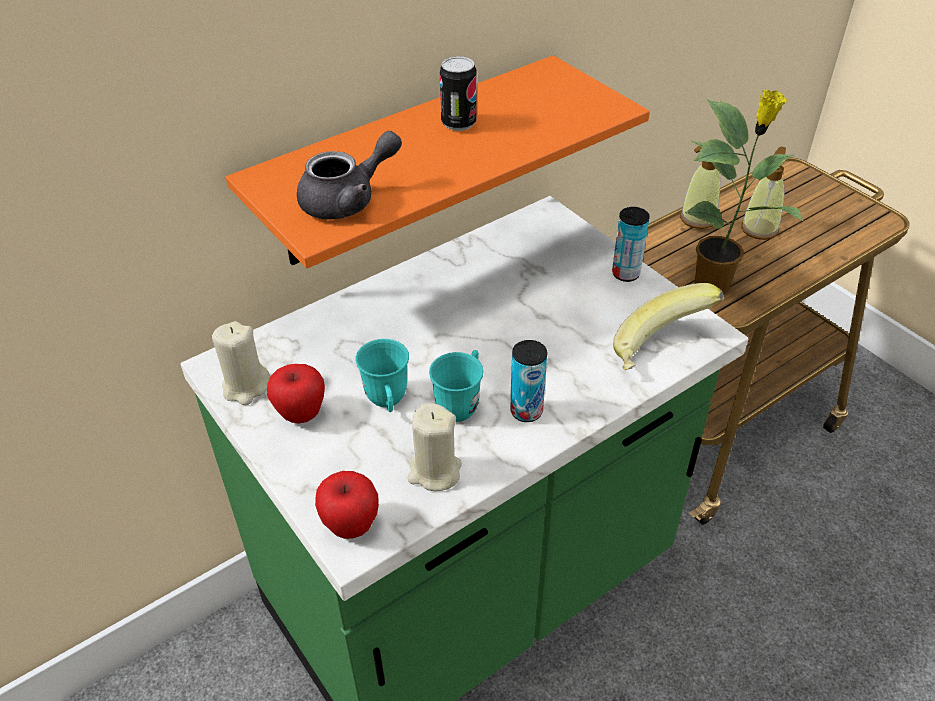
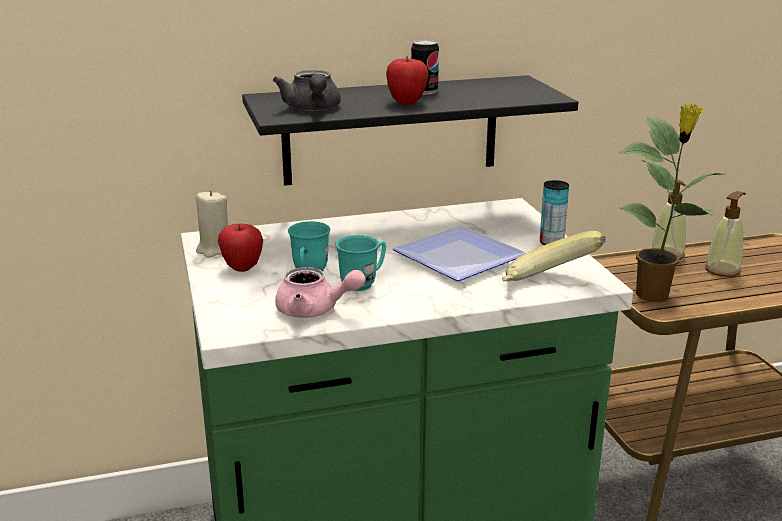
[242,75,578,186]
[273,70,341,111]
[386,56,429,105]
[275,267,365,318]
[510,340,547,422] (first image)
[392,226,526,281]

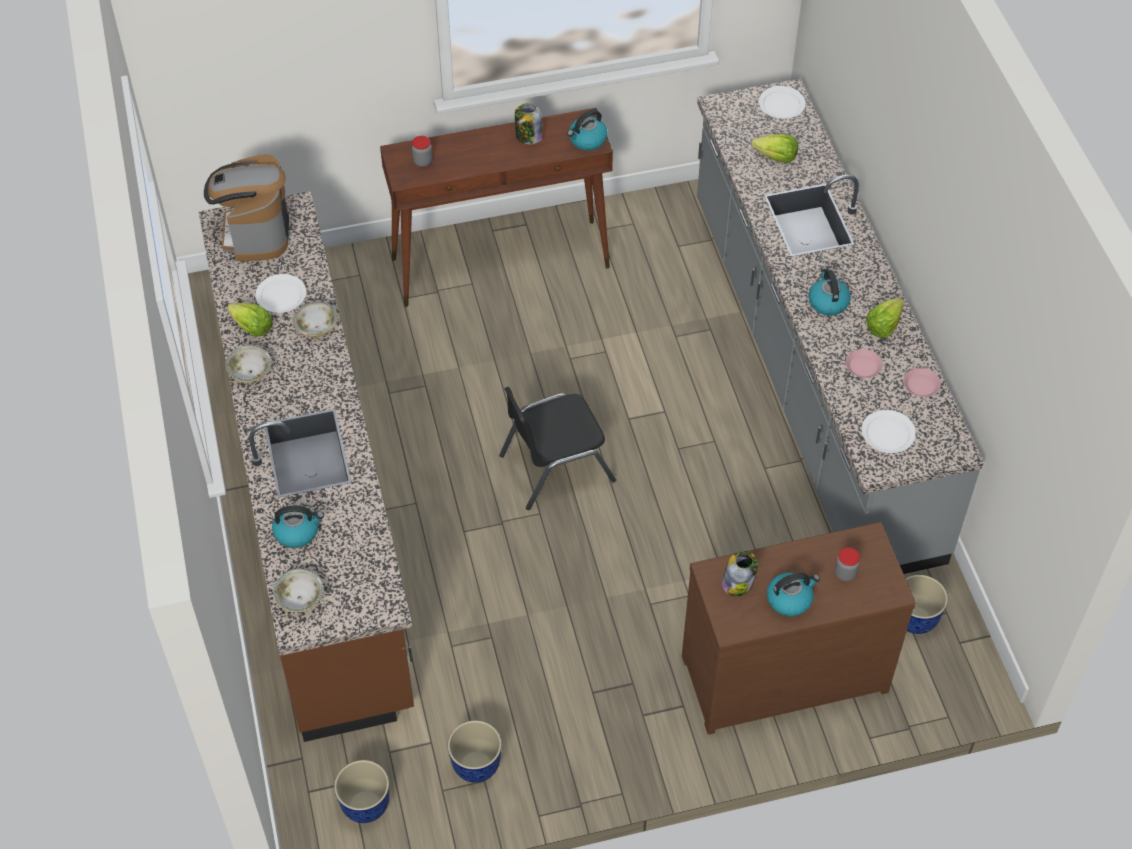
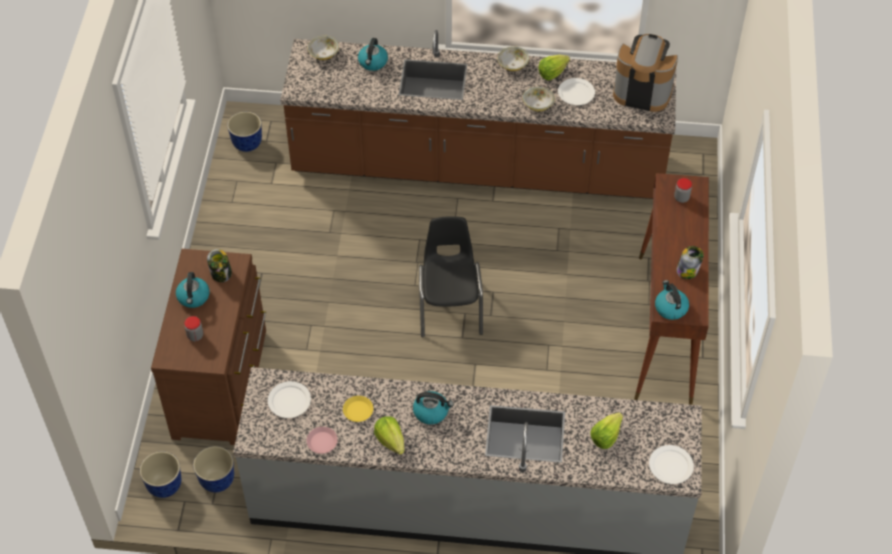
[140,452,181,498]
[343,396,373,422]

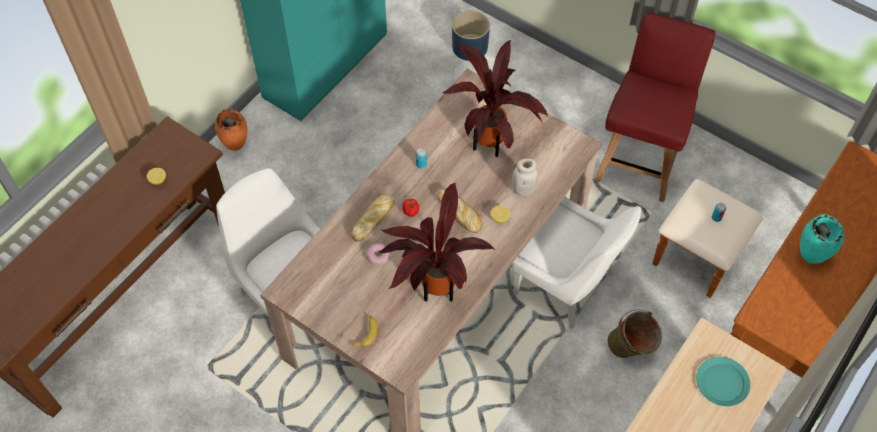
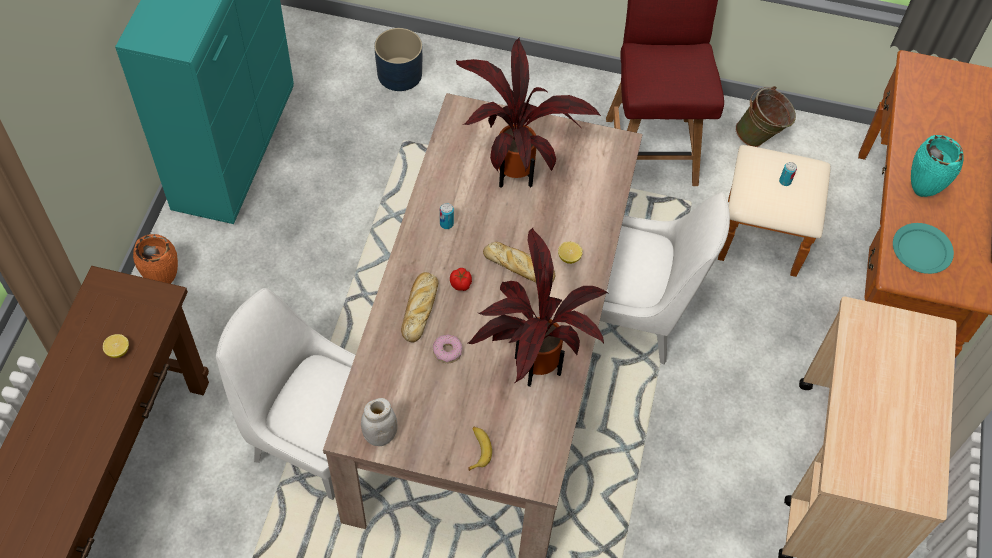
[361,398,398,446]
[735,86,796,147]
[893,223,954,274]

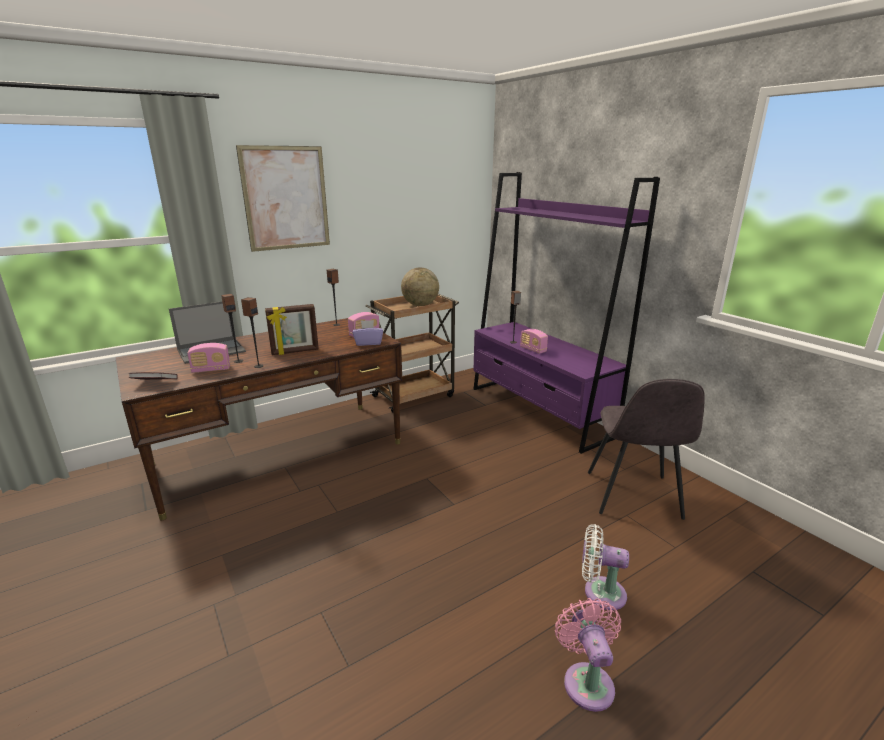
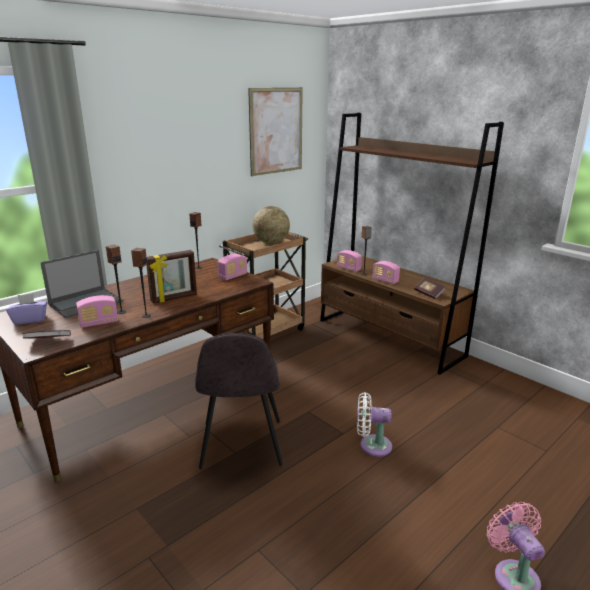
[248,88,303,176]
[6,294,47,325]
[320,113,504,375]
[357,392,392,457]
[195,333,283,469]
[337,250,362,272]
[414,278,445,299]

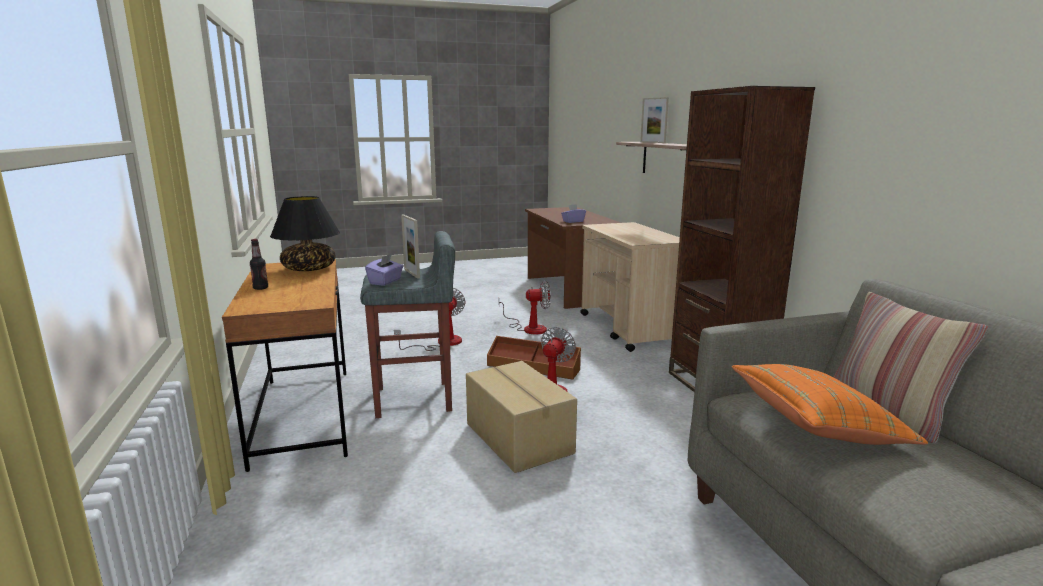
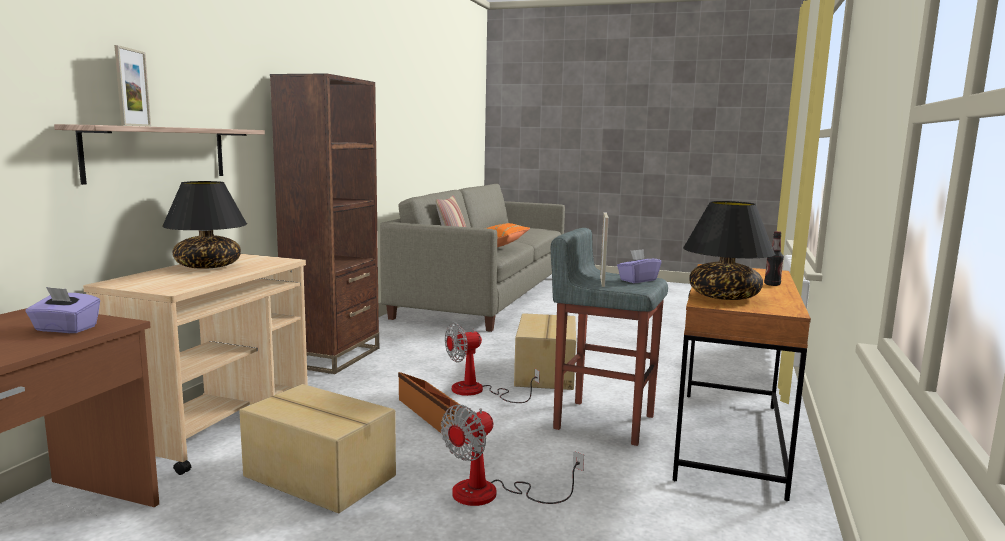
[239,384,396,513]
[162,181,247,269]

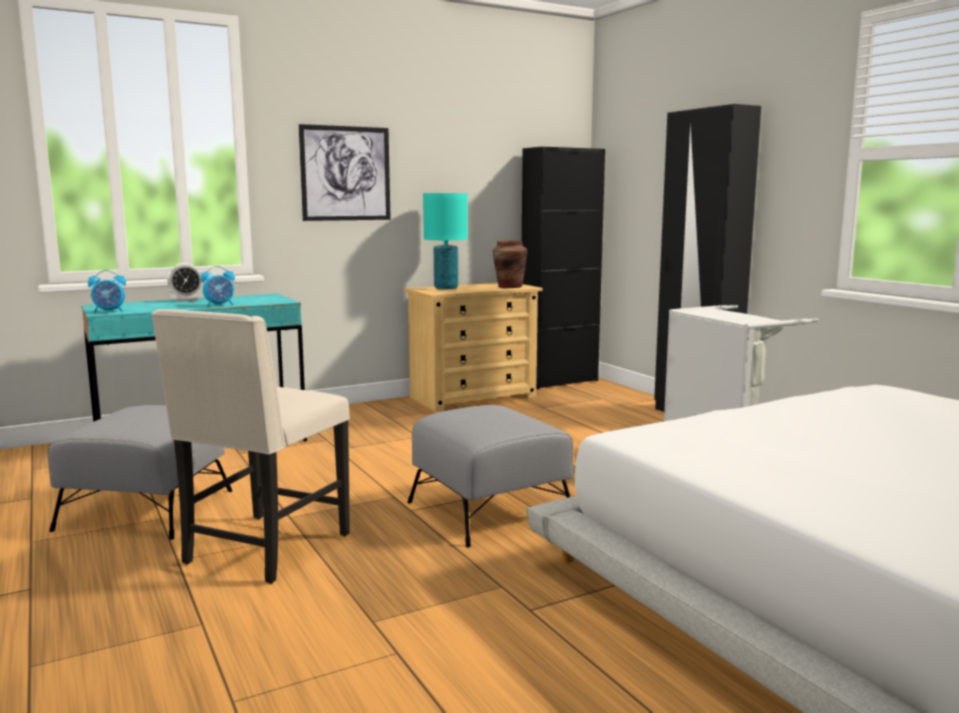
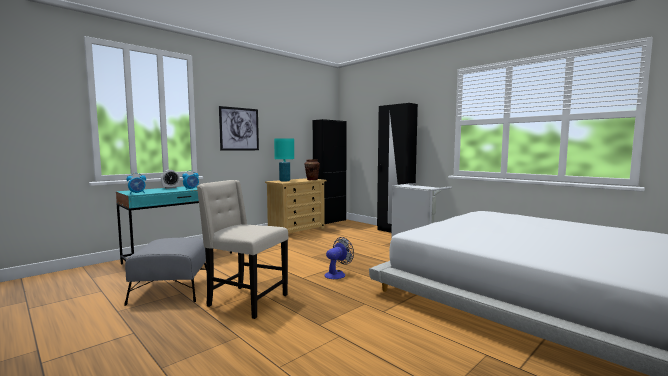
[197,180,289,319]
[324,237,354,279]

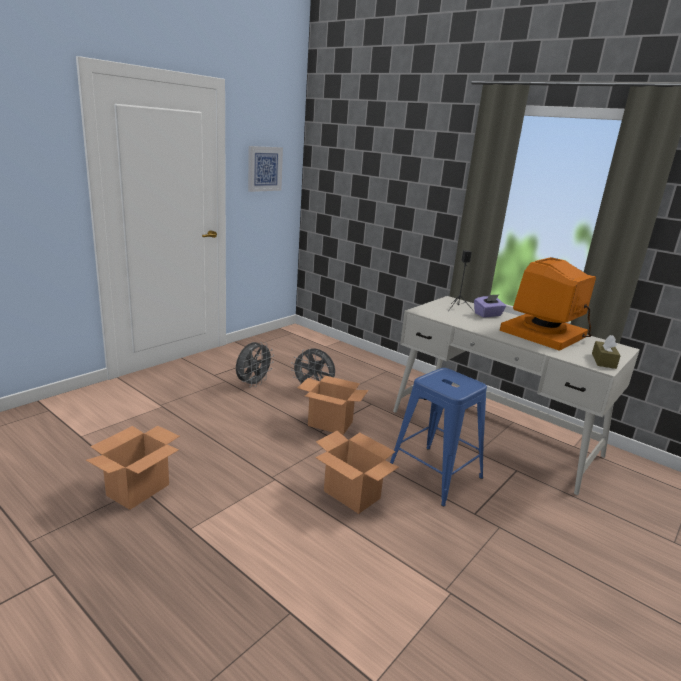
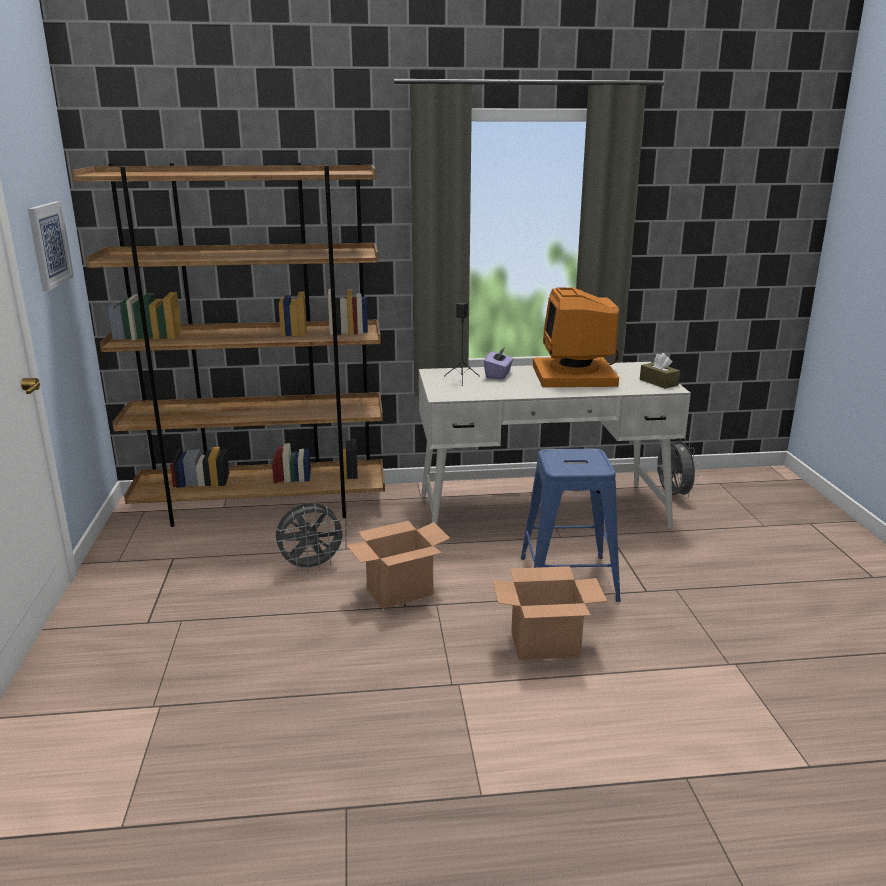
[86,426,180,510] (first image)
[657,438,700,499]
[72,162,385,527]

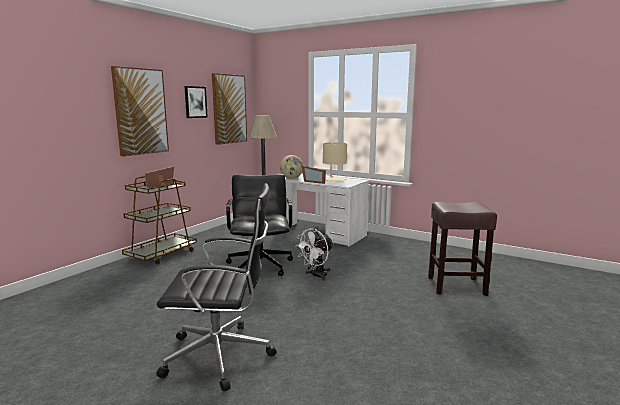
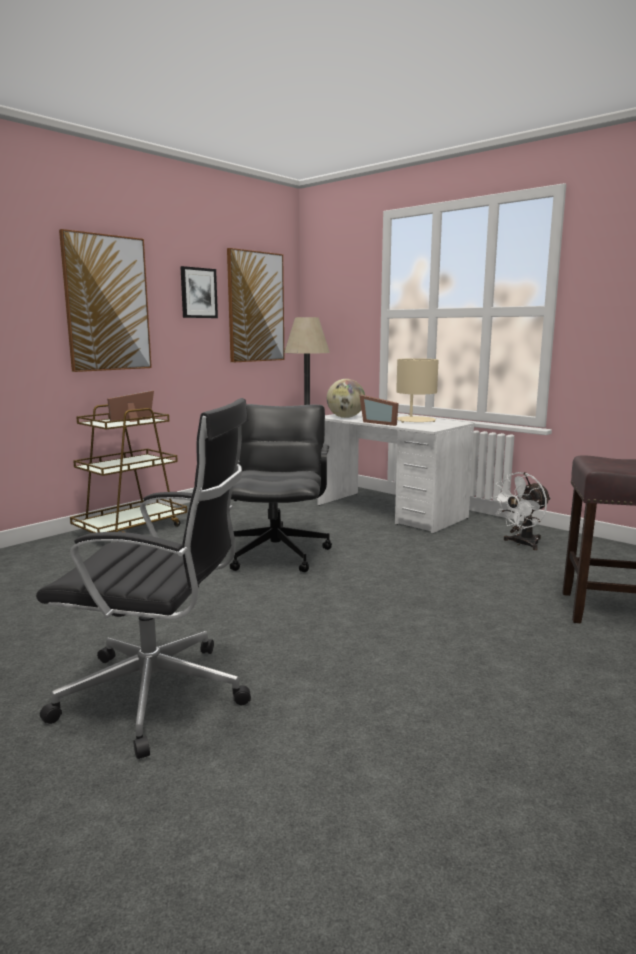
[492,472,551,550]

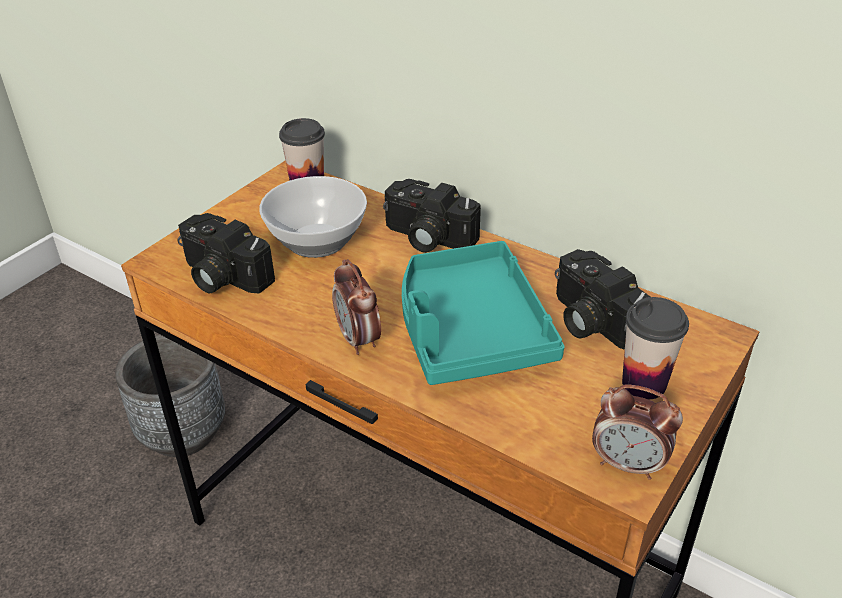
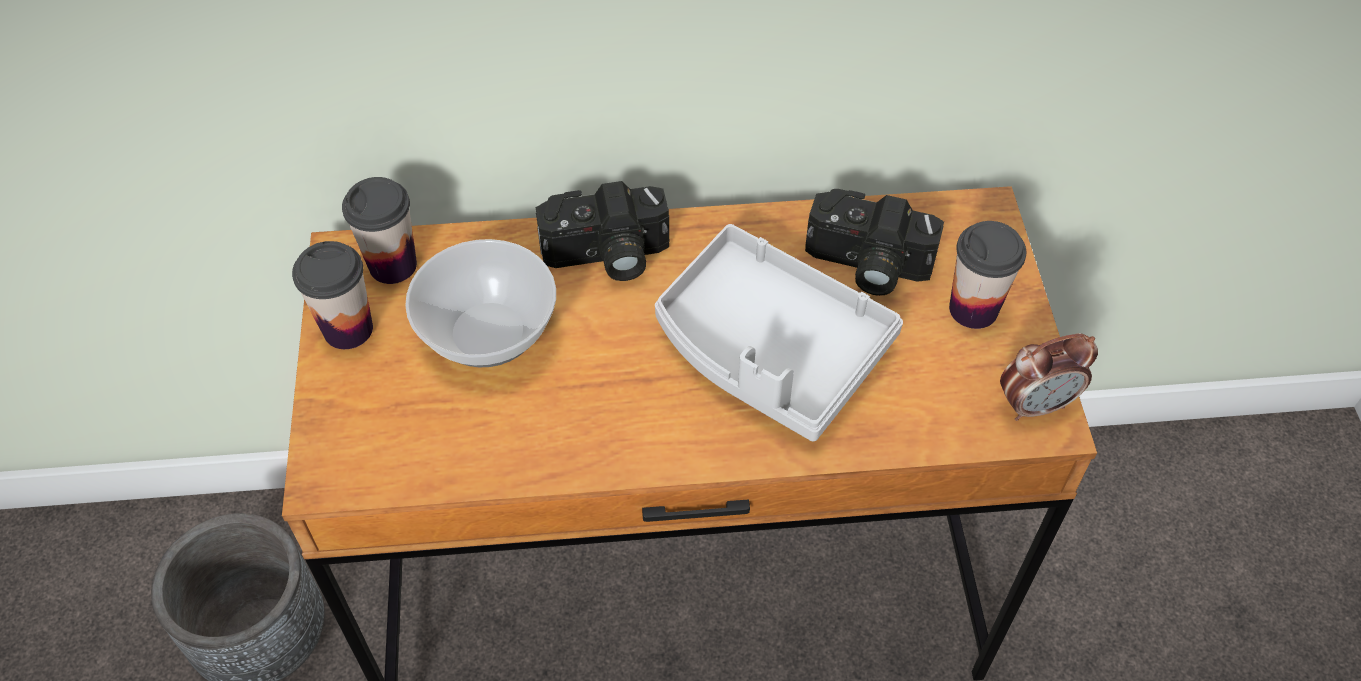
[178,213,275,294] (first image)
[332,259,381,355] (first image)
[655,224,903,441]
[292,241,373,349]

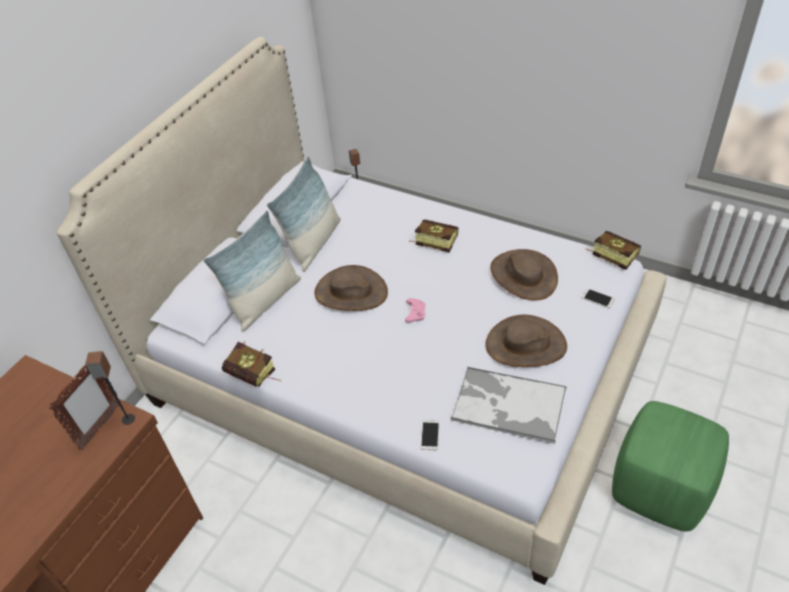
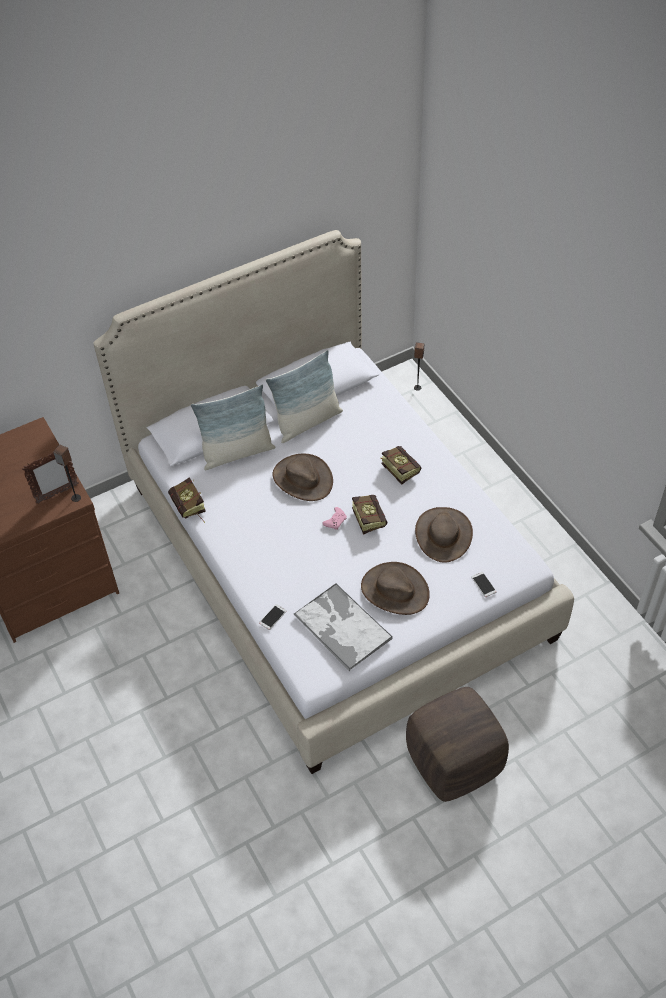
[352,495,388,535]
[406,687,509,802]

